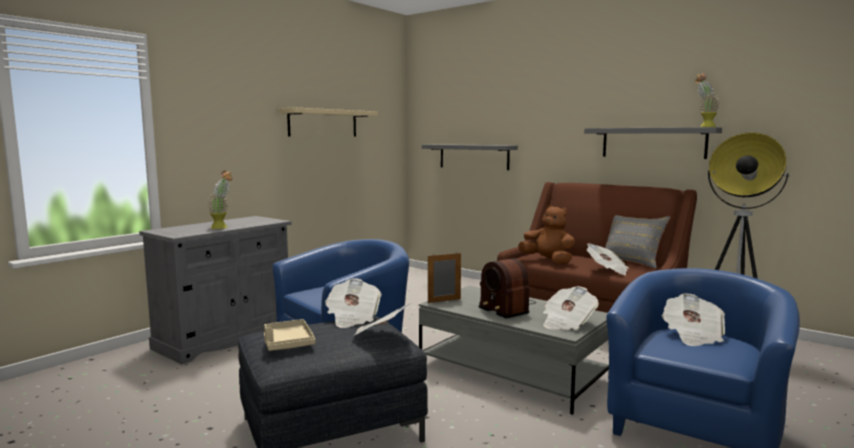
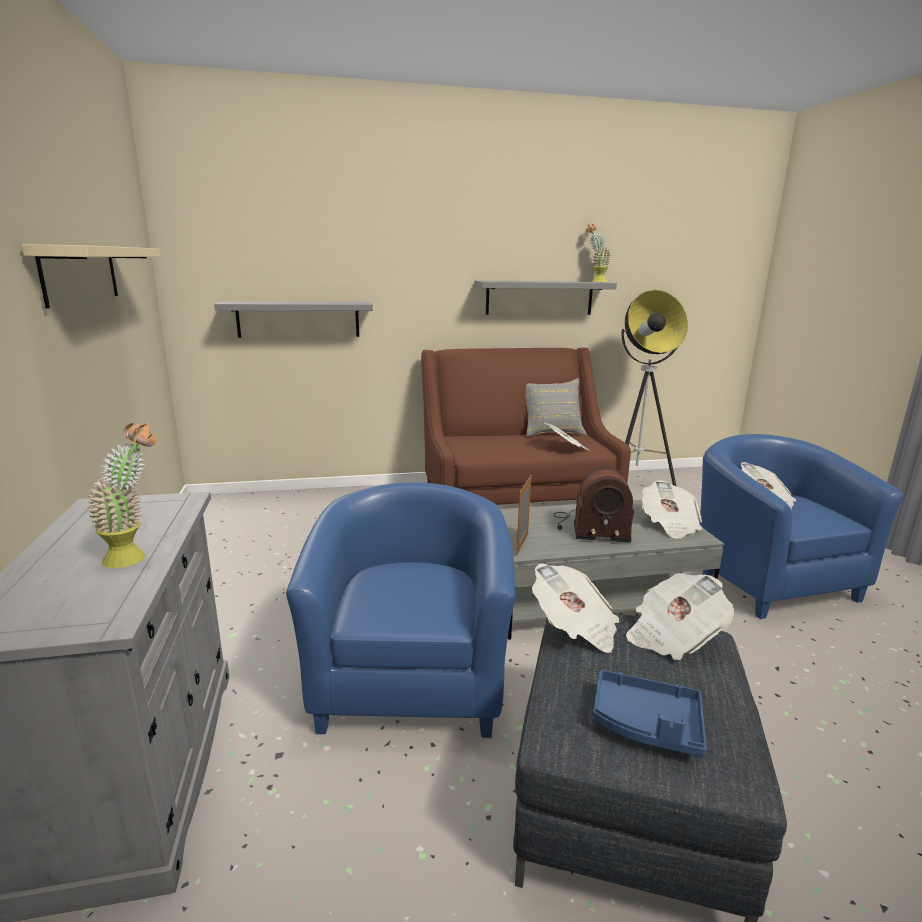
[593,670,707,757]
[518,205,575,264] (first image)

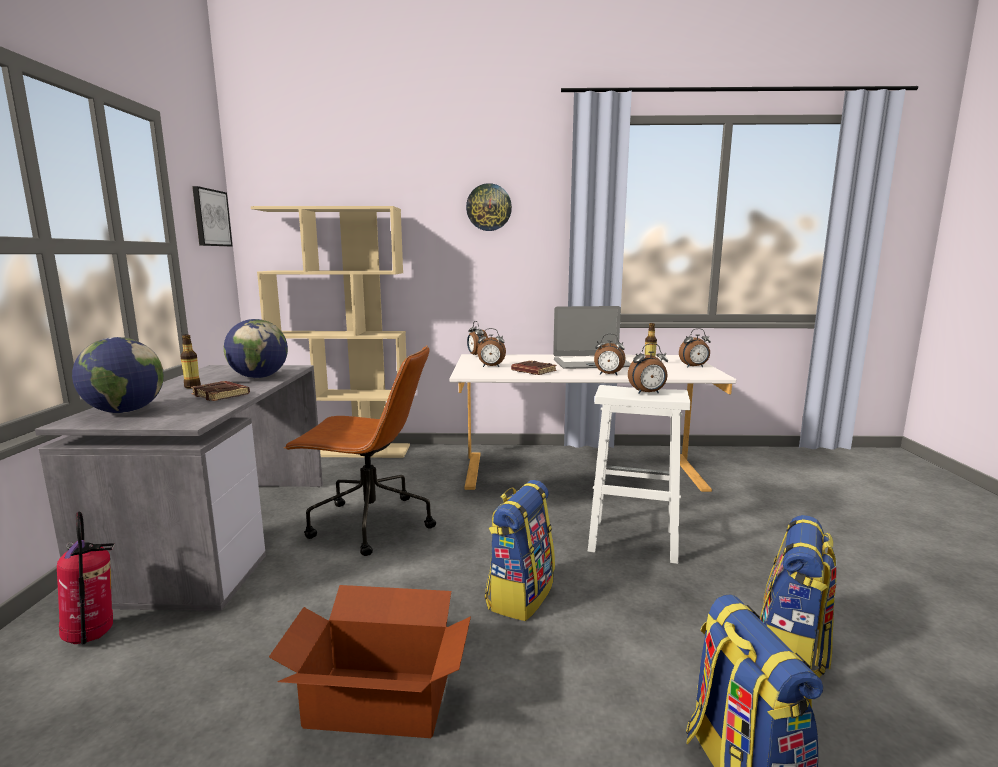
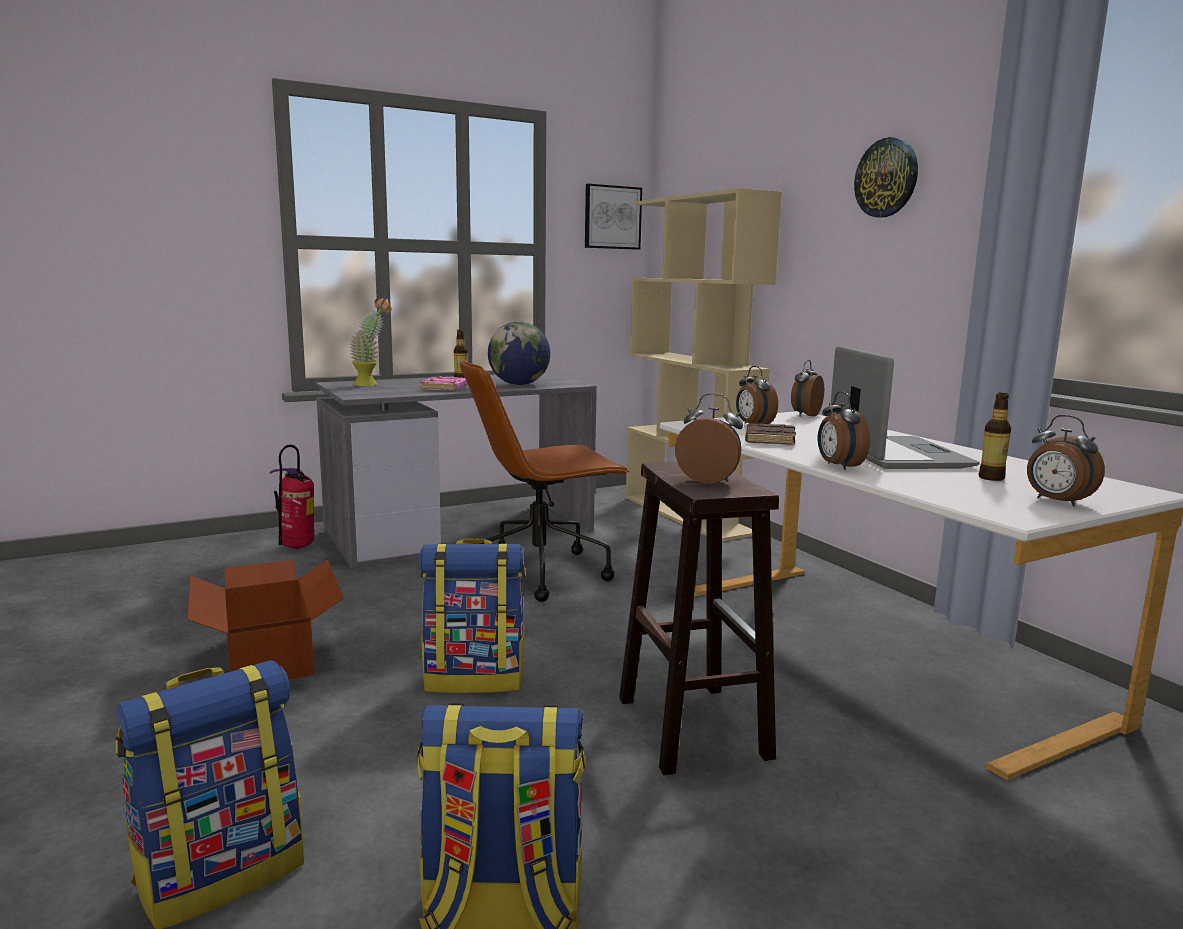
[349,298,392,386]
[420,376,468,391]
[460,359,630,602]
[831,346,980,469]
[619,461,779,775]
[675,393,743,484]

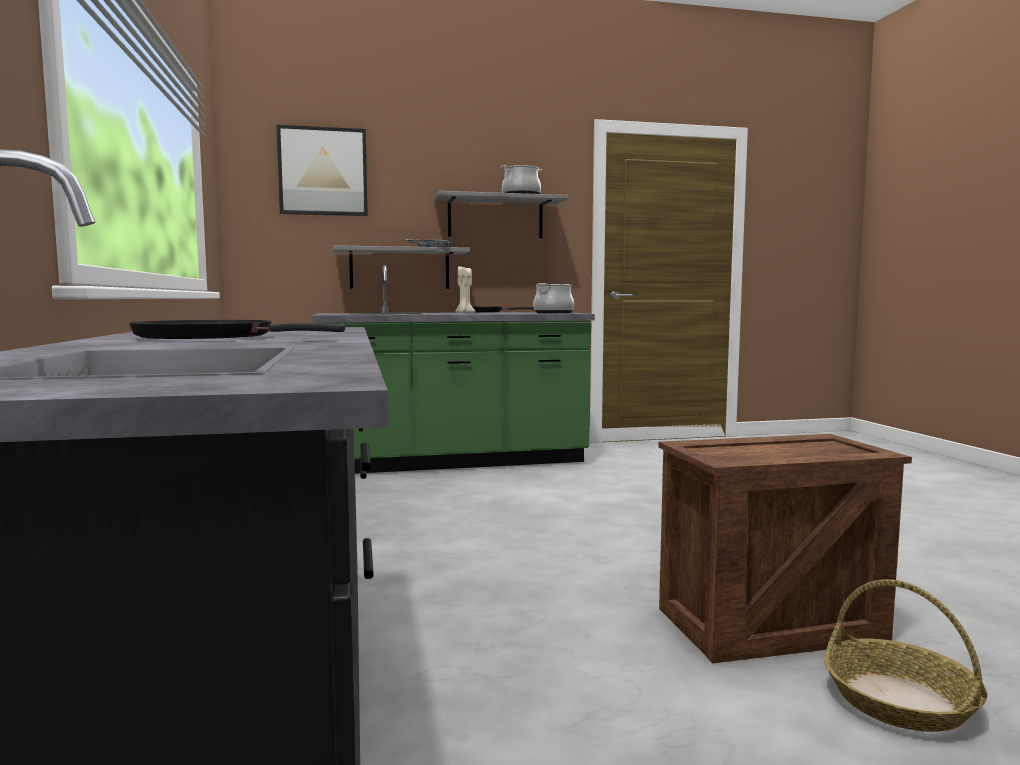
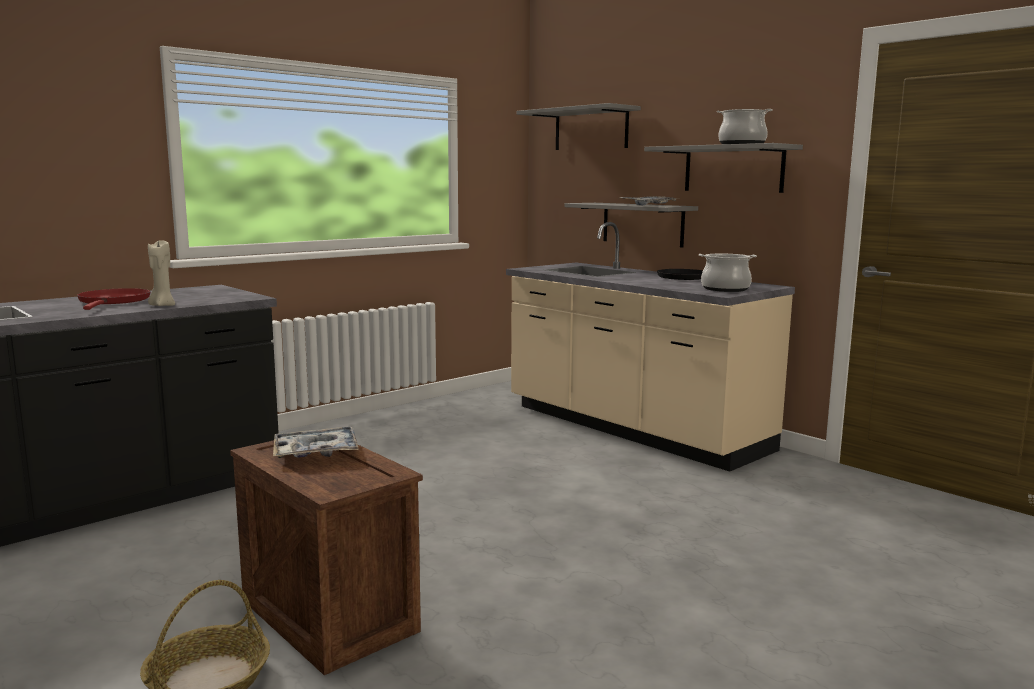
[77,288,151,310]
[517,103,641,150]
[506,222,795,472]
[148,240,175,306]
[273,427,359,458]

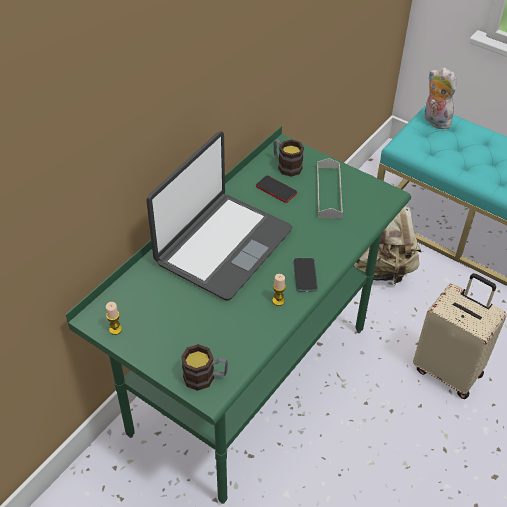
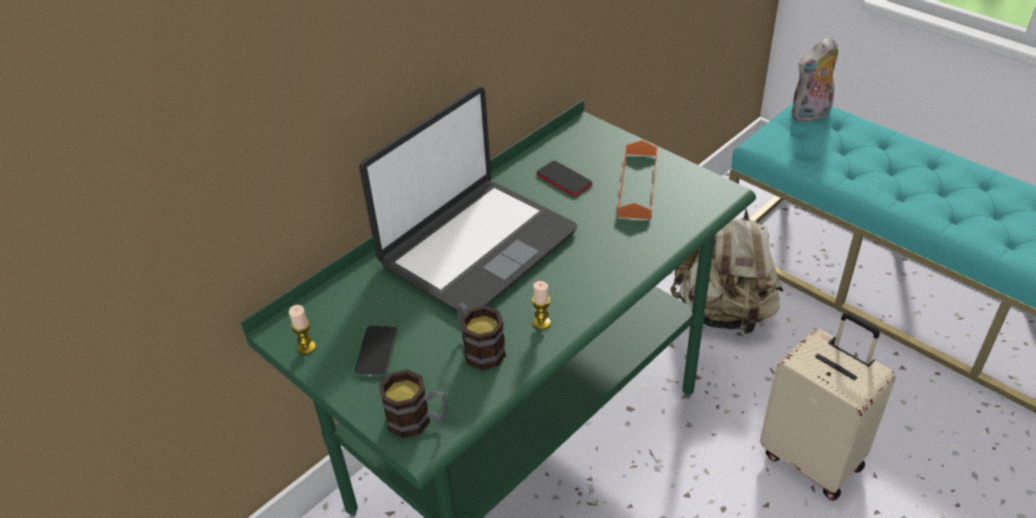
[457,303,506,370]
[354,325,398,377]
[617,140,657,219]
[791,37,838,122]

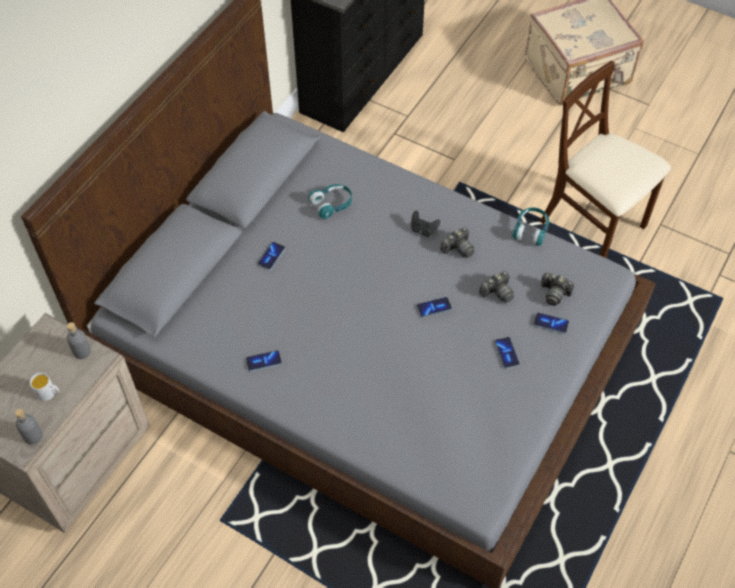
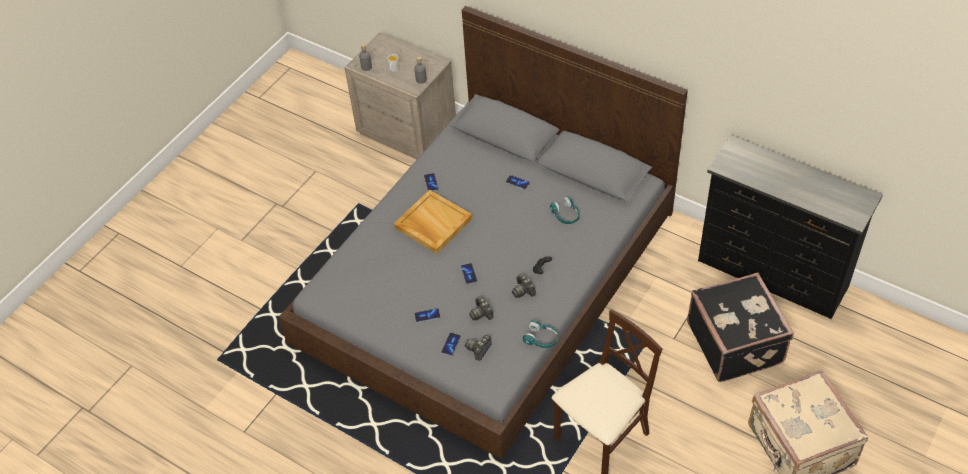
[394,190,472,254]
[687,273,794,382]

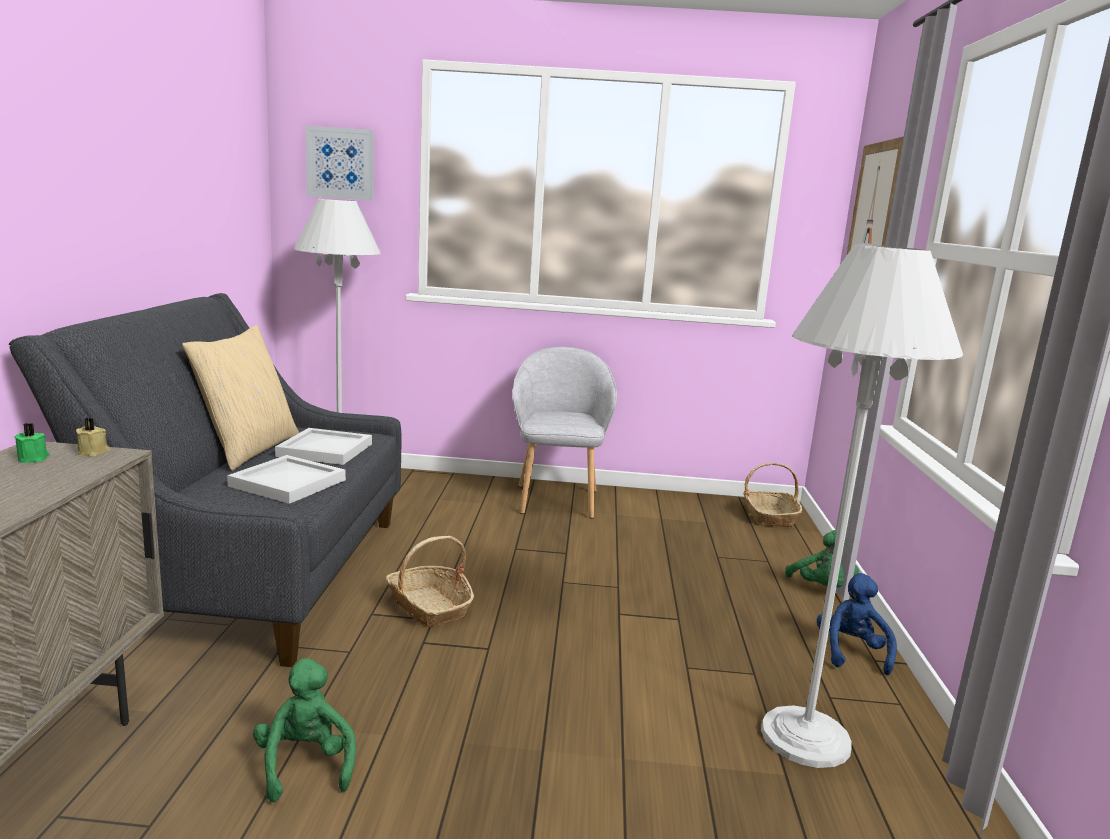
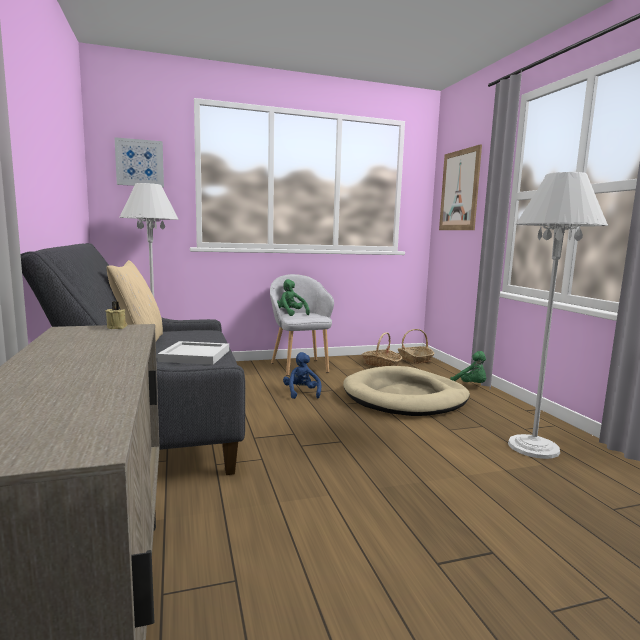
[14,423,50,463] (first image)
[277,279,310,316]
[275,428,372,465] (first image)
[362,332,402,367]
[283,352,321,399]
[343,366,470,416]

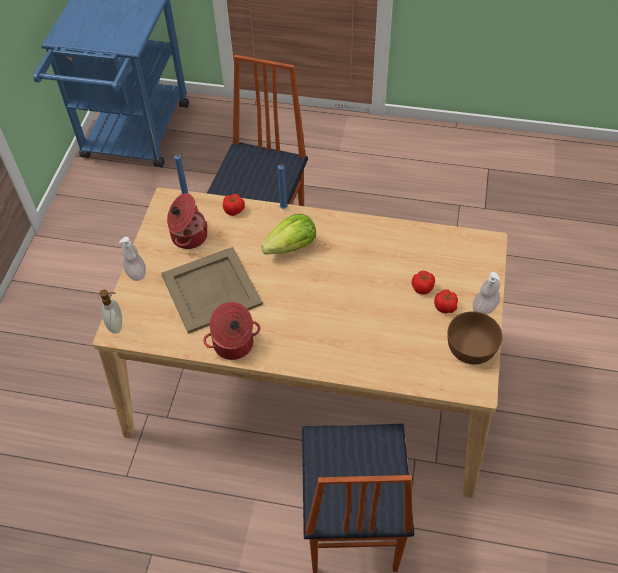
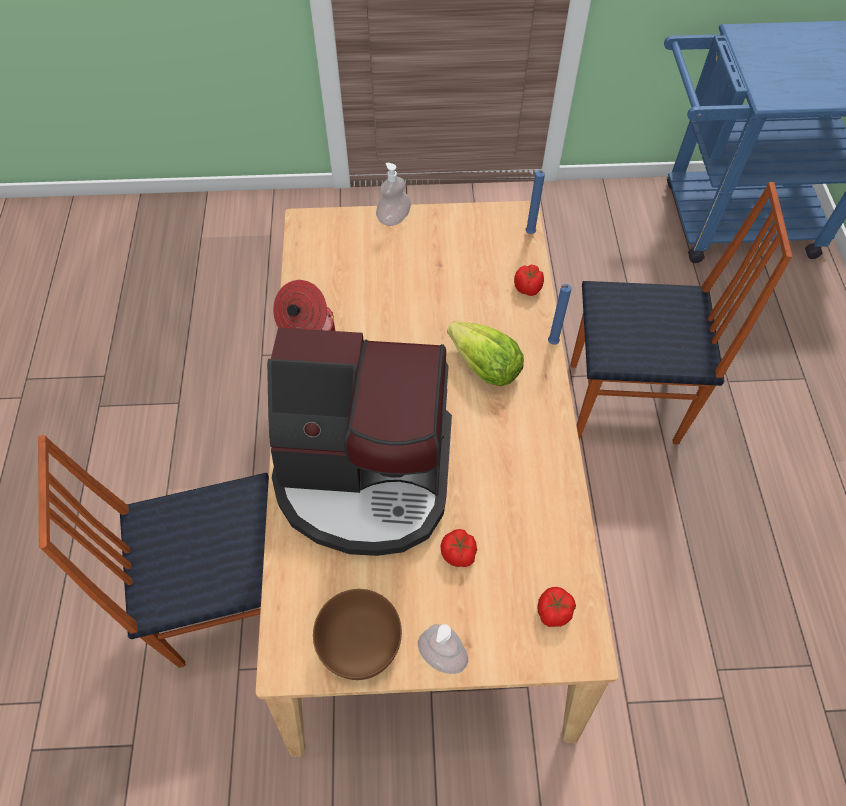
[99,290,122,334] (first image)
[161,247,263,334] (first image)
[167,193,208,249] (first image)
[537,587,576,627]
[267,328,452,556]

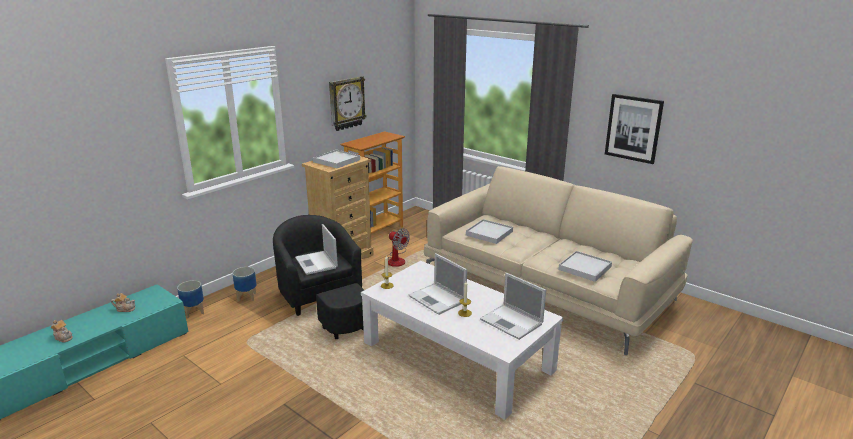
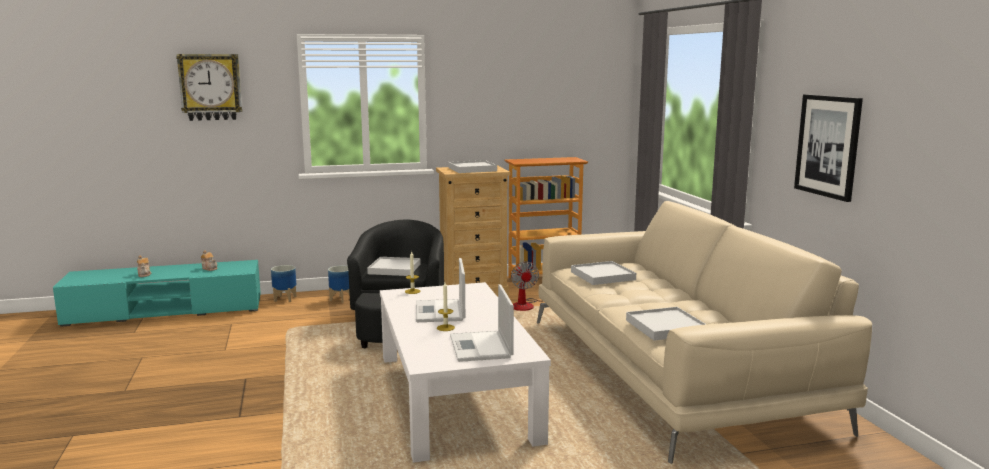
[367,257,421,276]
[176,54,242,121]

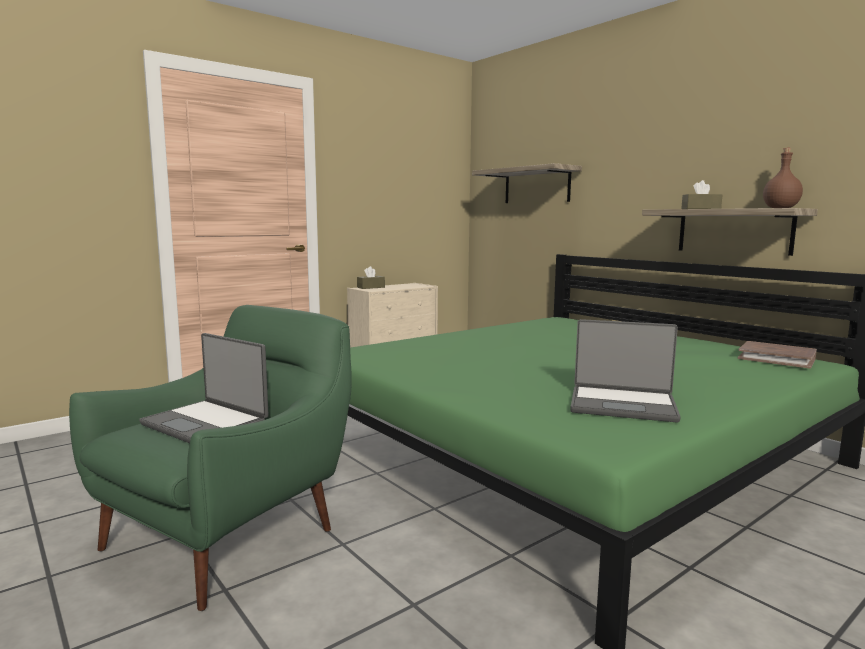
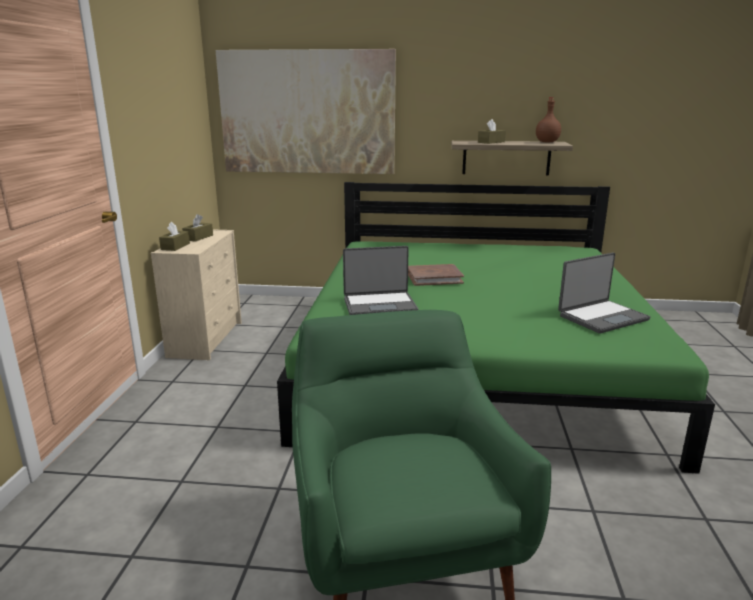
[343,246,419,315]
[216,49,396,174]
[408,264,464,286]
[182,214,213,242]

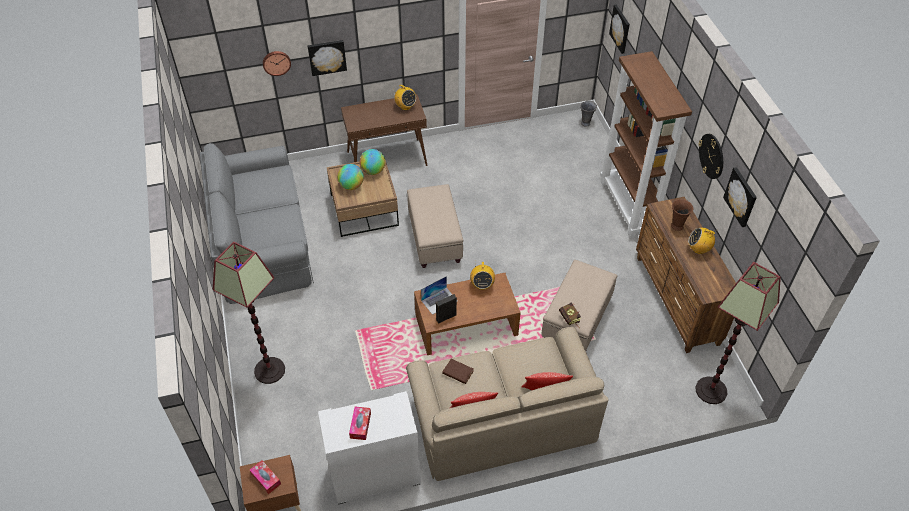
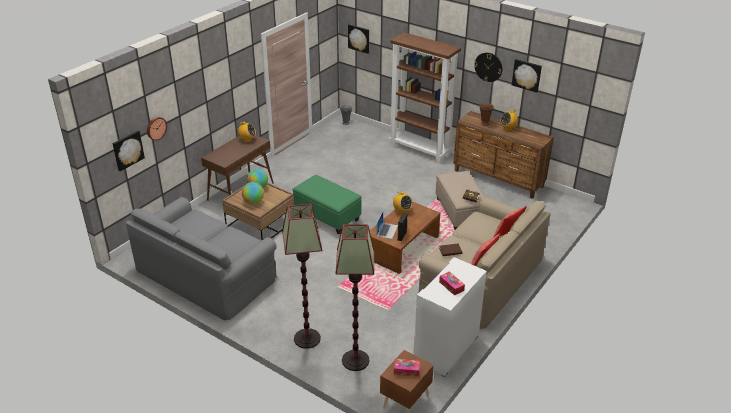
[113,131,145,171]
[292,175,362,234]
[335,224,374,371]

